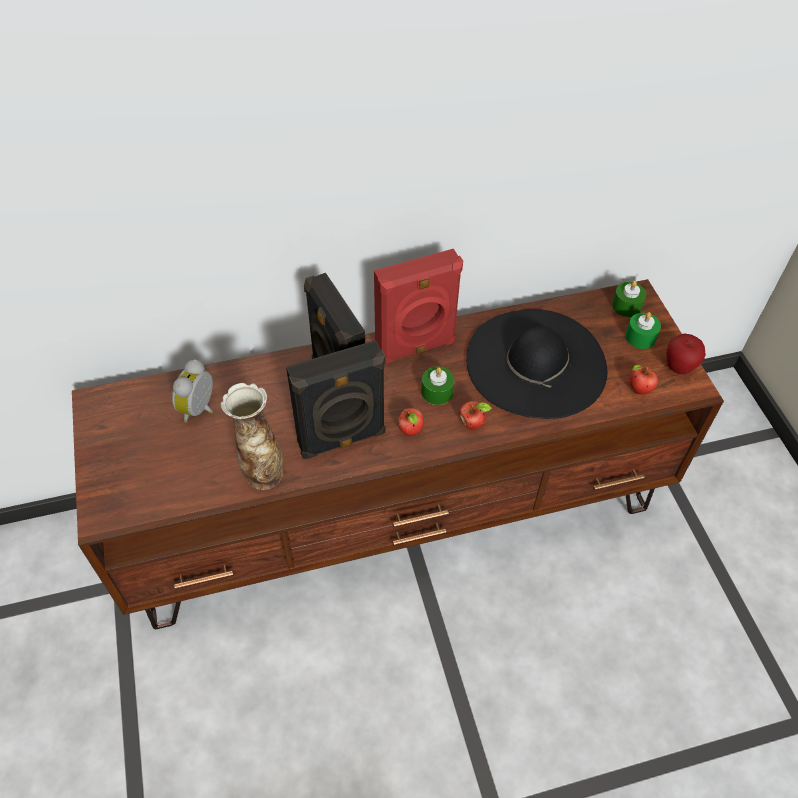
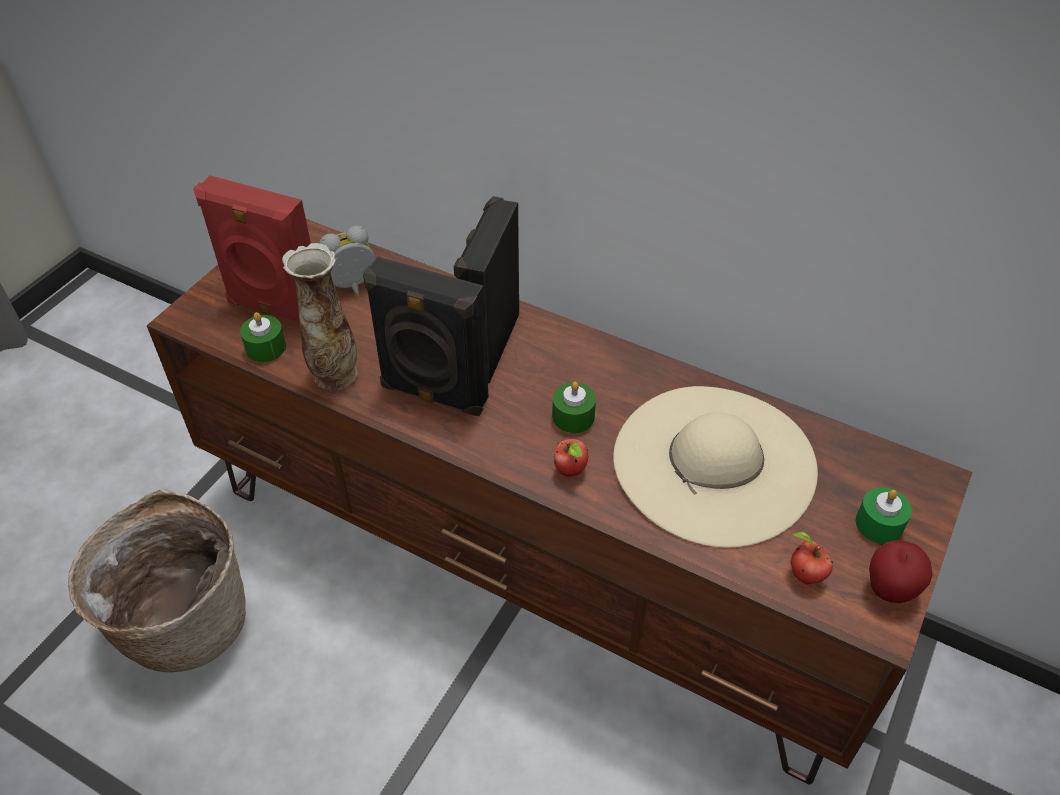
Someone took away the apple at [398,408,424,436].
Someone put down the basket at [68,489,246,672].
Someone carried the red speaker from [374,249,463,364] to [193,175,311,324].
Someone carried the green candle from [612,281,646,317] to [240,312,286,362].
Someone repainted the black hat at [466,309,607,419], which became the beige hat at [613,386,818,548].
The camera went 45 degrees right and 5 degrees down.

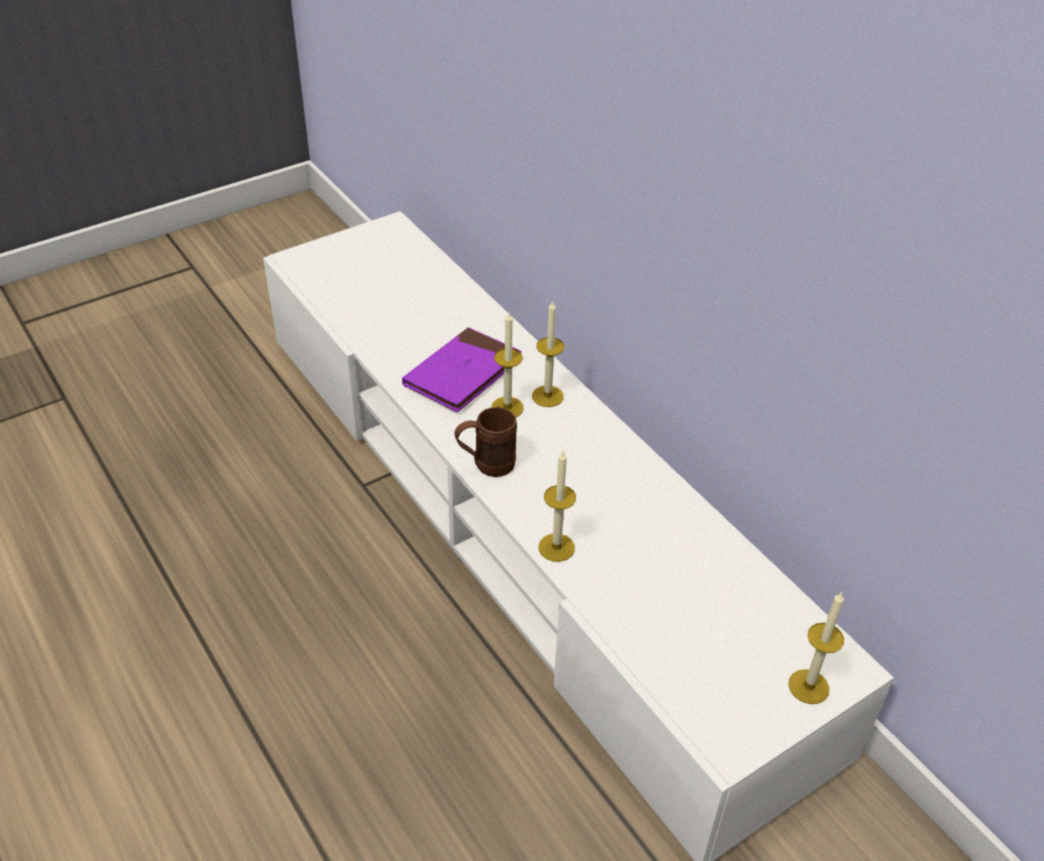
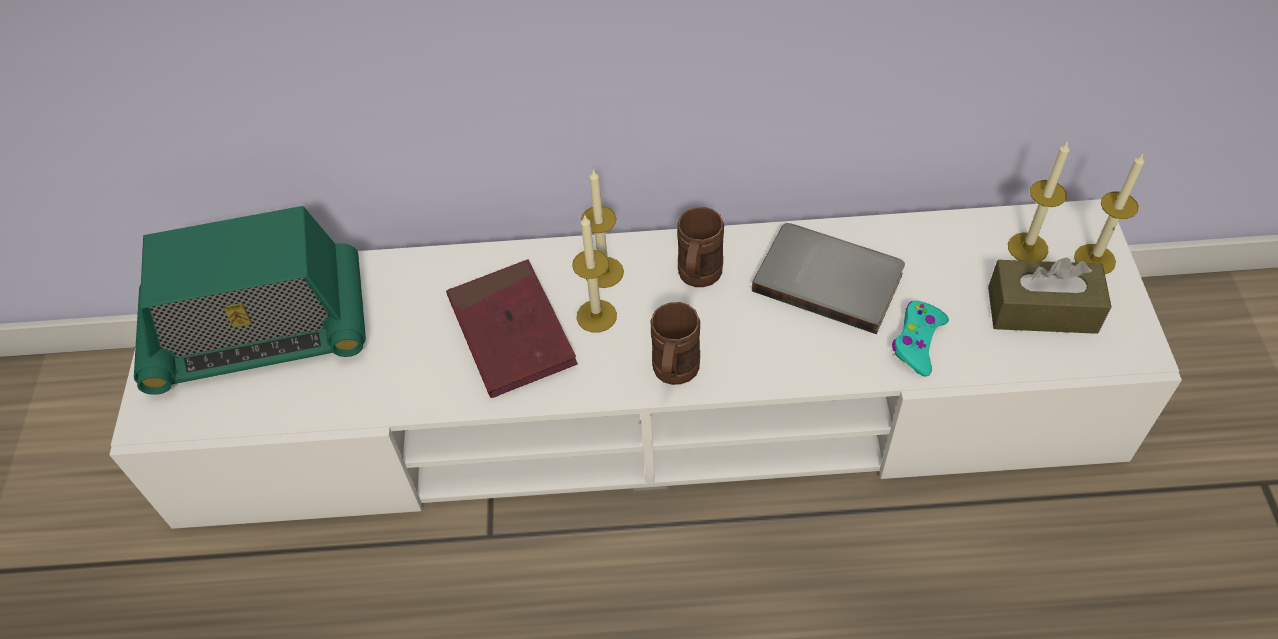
Someone put down the radio at [134,206,366,395].
Someone put down the brown mug at [677,207,724,287].
Someone put down the grey book at [752,223,905,334].
Someone put down the turquoise game controller at [892,301,949,377].
Someone put down the brown tissue box at [988,258,1111,334].
Someone carried the candle from [539,451,576,562] to [1008,141,1069,261].
Someone repainted the purple book at [402,327,522,412], which became the red book at [446,260,578,398].
The camera went 55 degrees left and 10 degrees up.

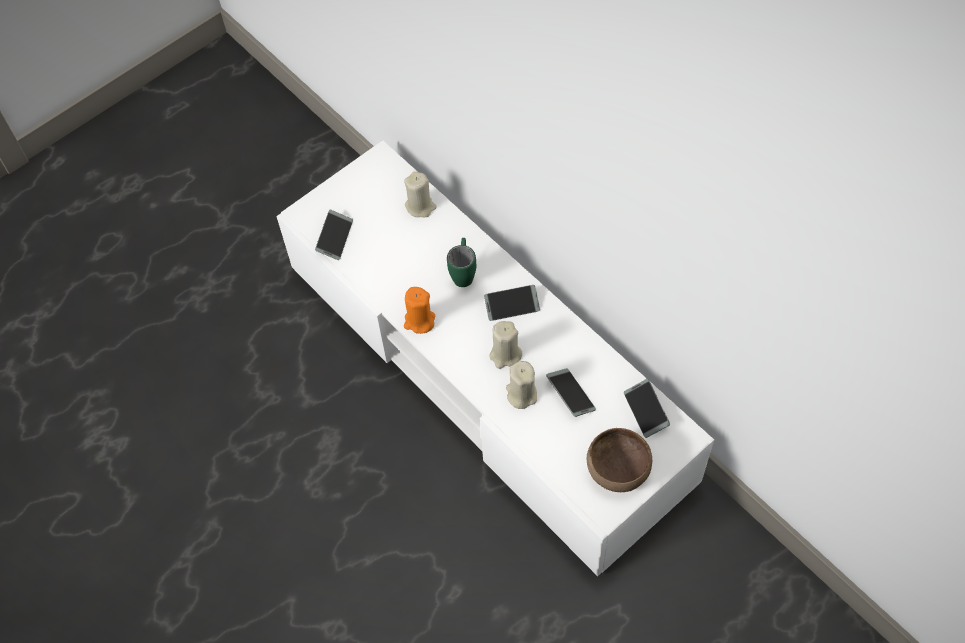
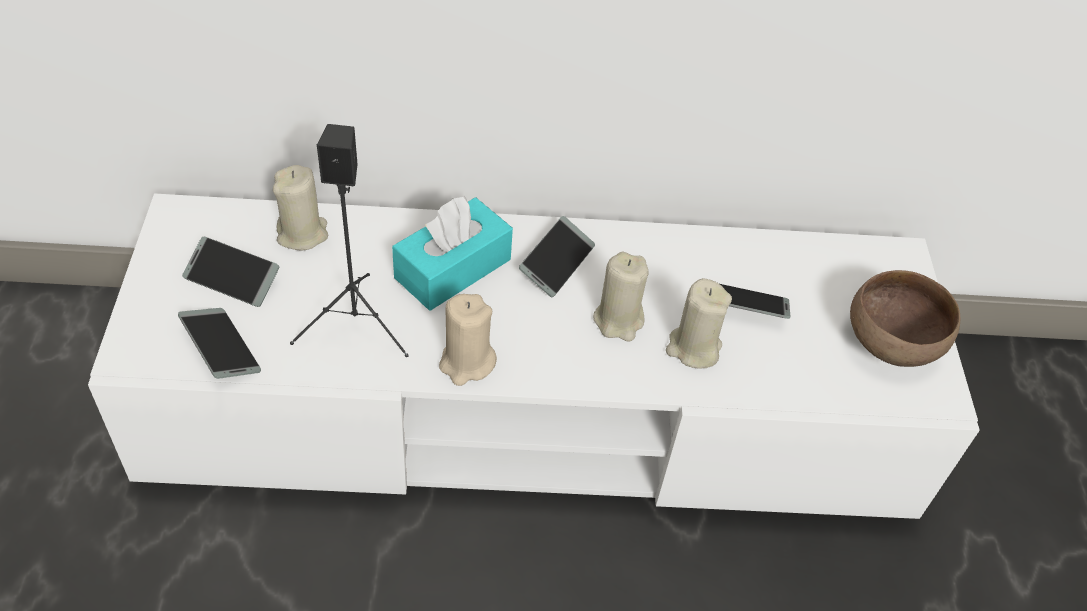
Someone put down the black speaker at [290,124,409,357].
Someone carried the phone from [624,379,670,438] to [182,237,280,307].
Someone swapped the green mug at [447,238,476,287] for the turquoise tissue box at [392,196,513,311].
Someone repainted the orange candle at [404,287,435,334], which became the beige candle at [439,294,497,386].
The camera went 55 degrees left and 10 degrees down.

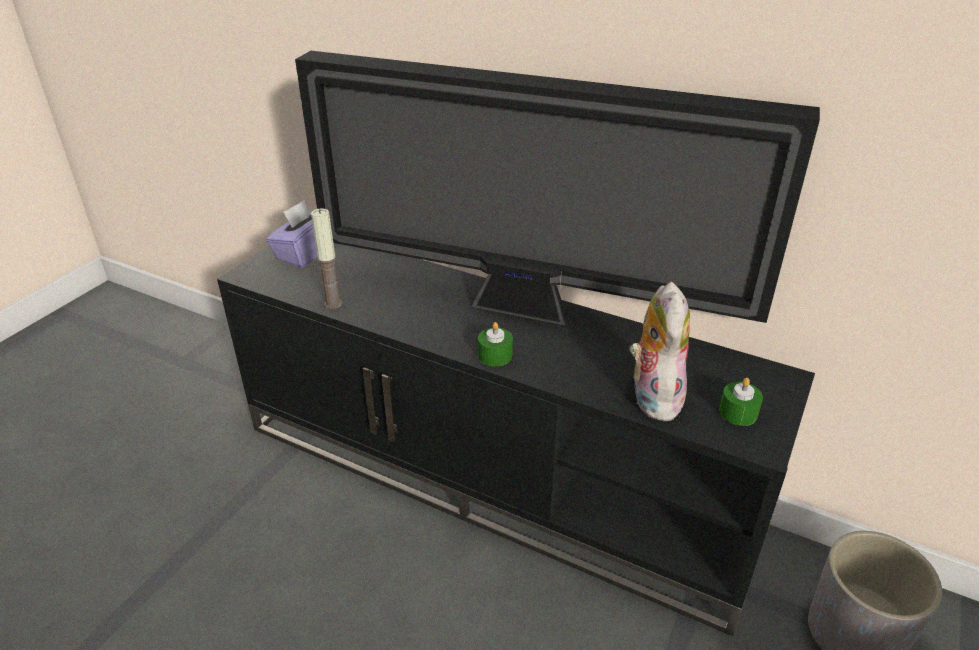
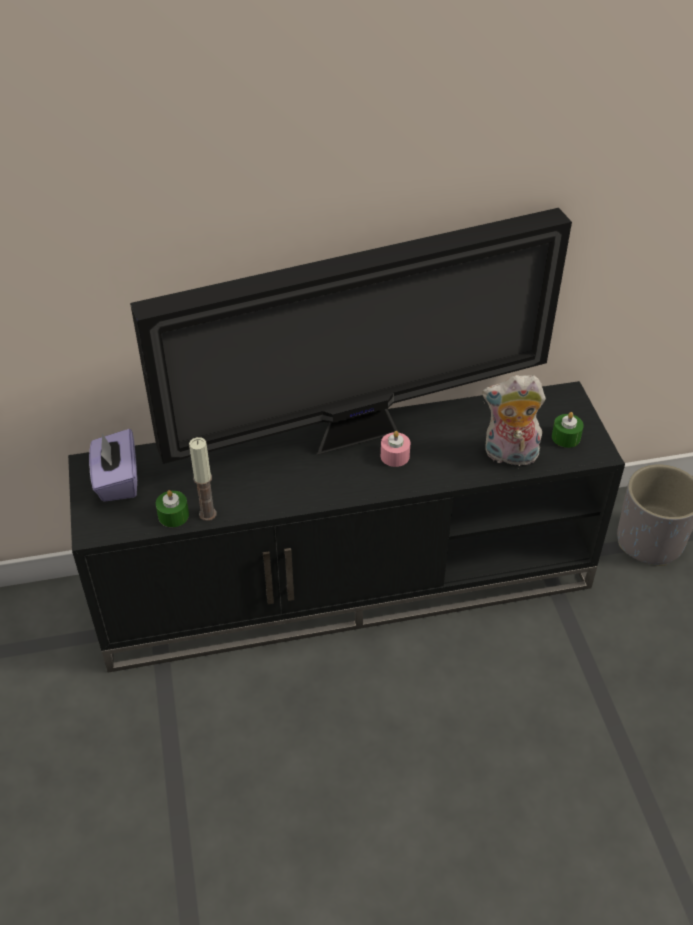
Someone put down the pink candle at [381,431,410,467].
Someone carried the green candle from [478,322,513,367] to [156,490,189,527].
Someone rotated the plush toy at [630,282,690,421] by 45 degrees counterclockwise.
The camera went 40 degrees left and 10 degrees up.

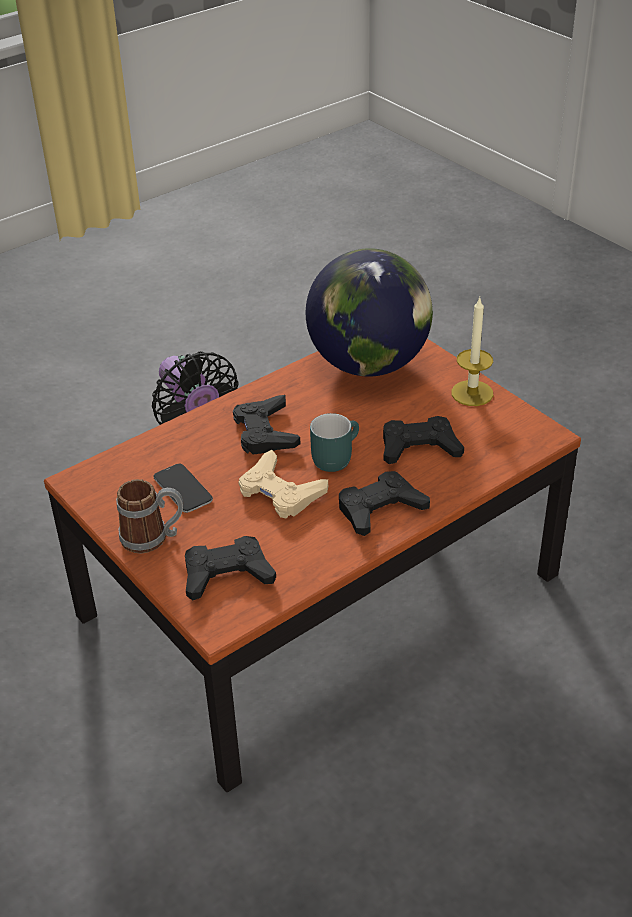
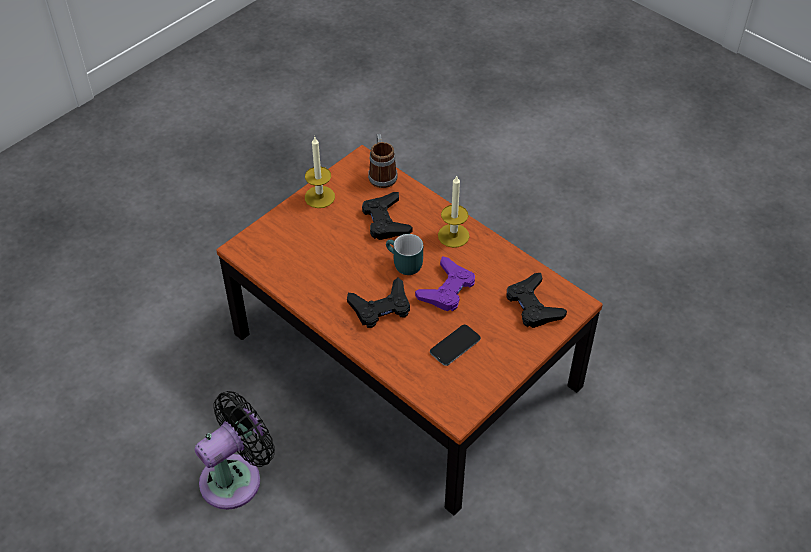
Someone took away the globe at [306,248,433,377].
Someone carried the mug from [116,479,183,553] to [368,134,398,188].
Someone swapped the black game controller at [339,471,430,536] for the candle at [438,175,469,248].
Someone repainted the beige game controller at [238,450,328,519], which became the purple game controller at [415,256,475,311].
The camera went 100 degrees left and 10 degrees up.

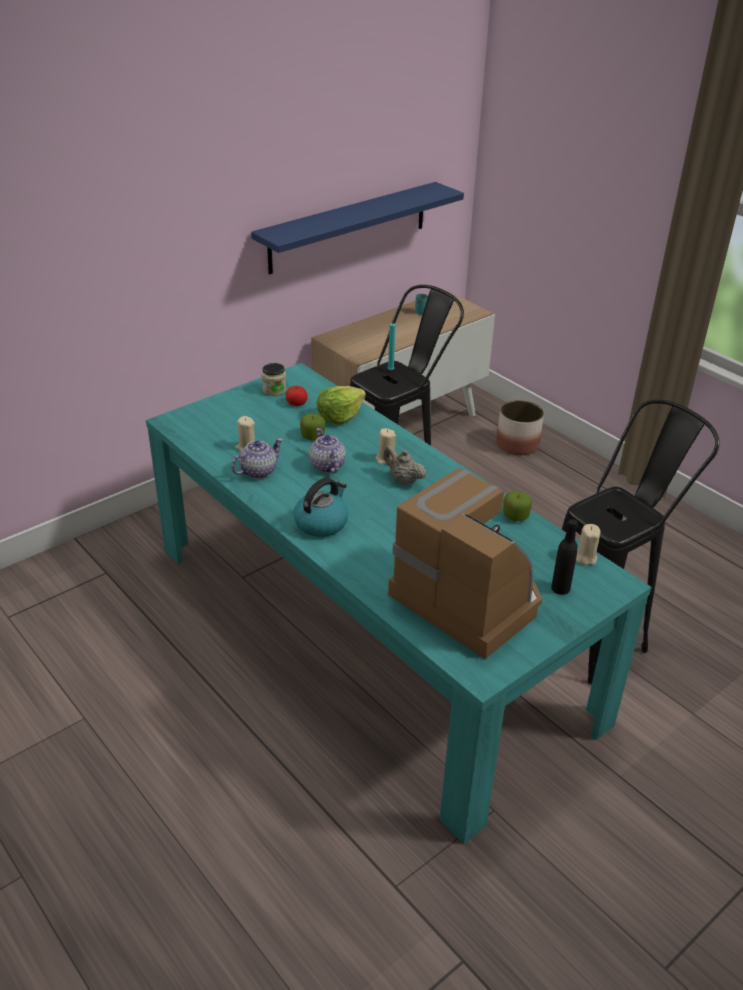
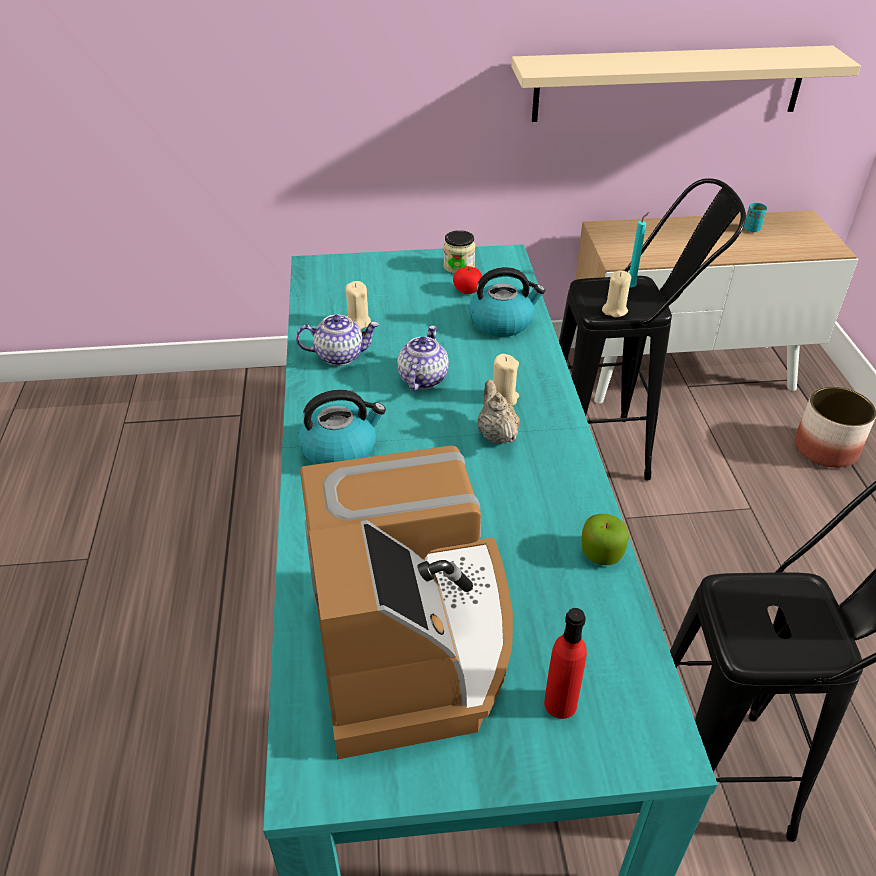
Someone took away the apple at [300,413,325,441].
Someone carried the beige candle from [576,524,600,565] to [602,270,631,317].
Someone swapped the lettuce at [317,386,366,425] for the kettle at [470,267,545,337].
Someone repainted the blue shelf at [251,182,464,275], which became the beige shelf at [511,46,861,122].
Someone repainted the black bottle at [551,519,578,595], which became the red bottle at [544,608,587,719].
The camera went 35 degrees right and 5 degrees up.

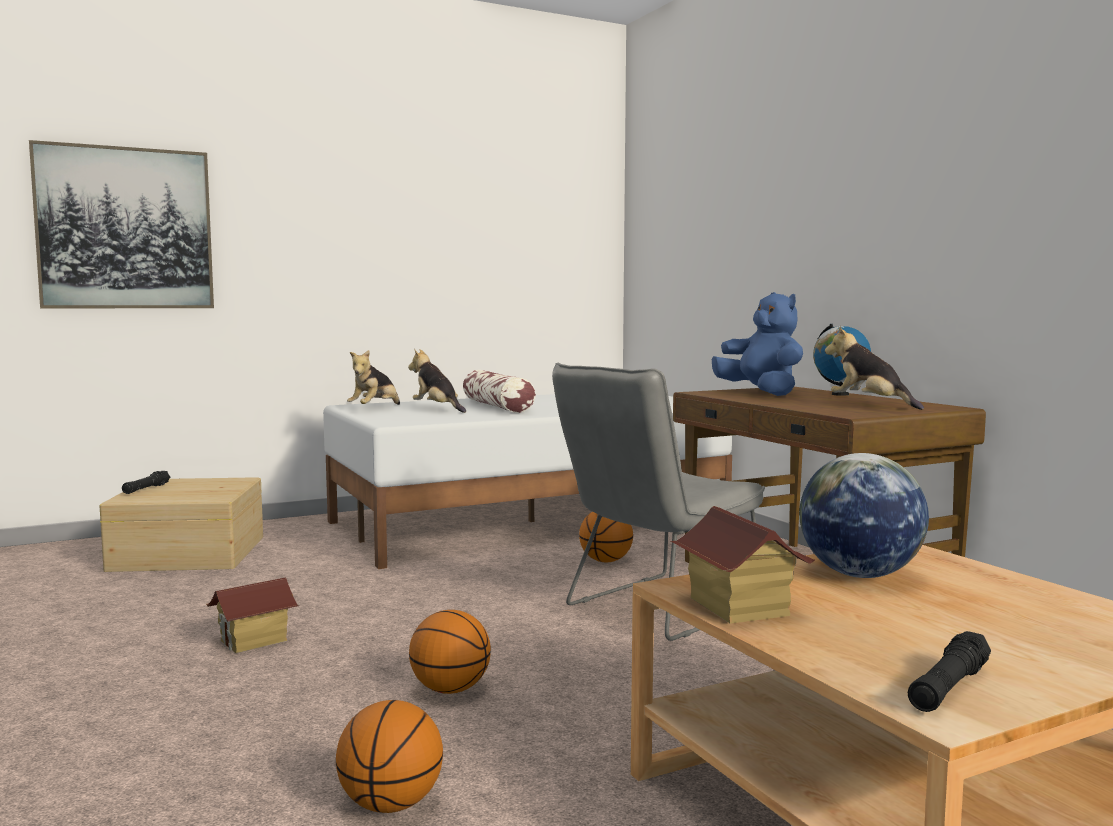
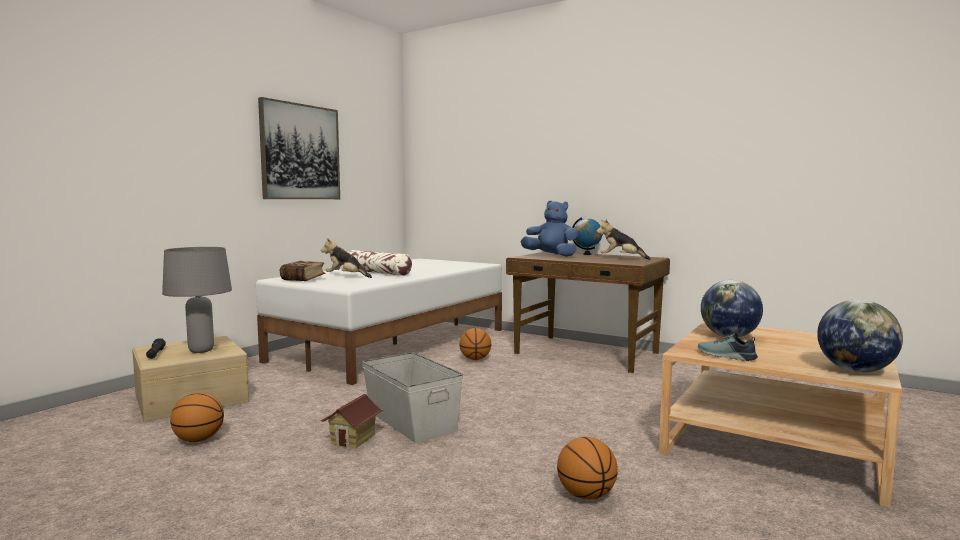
Someone took away the grey chair at [552,363,765,641].
Someone put down the grey table lamp at [162,247,232,353].
Someone put down the grey storage box at [362,352,463,443].
Someone carried the picture from [29,140,214,308] to [258,97,340,199].
Someone carried the basketball from [409,610,491,694] to [170,393,224,442].
Someone swapped the plush toy at [347,350,400,405] for the book at [280,261,326,281].
Someone swapped the toy house at [671,506,815,624] for the shoe at [698,331,758,361].
Someone swapped the black flashlight at [908,631,991,712] for the globe at [817,300,903,373].
The camera went 30 degrees left and 0 degrees up.

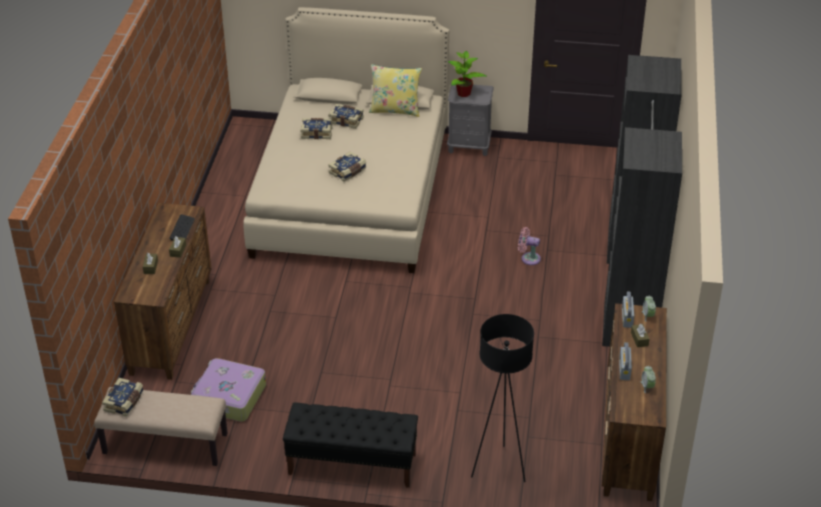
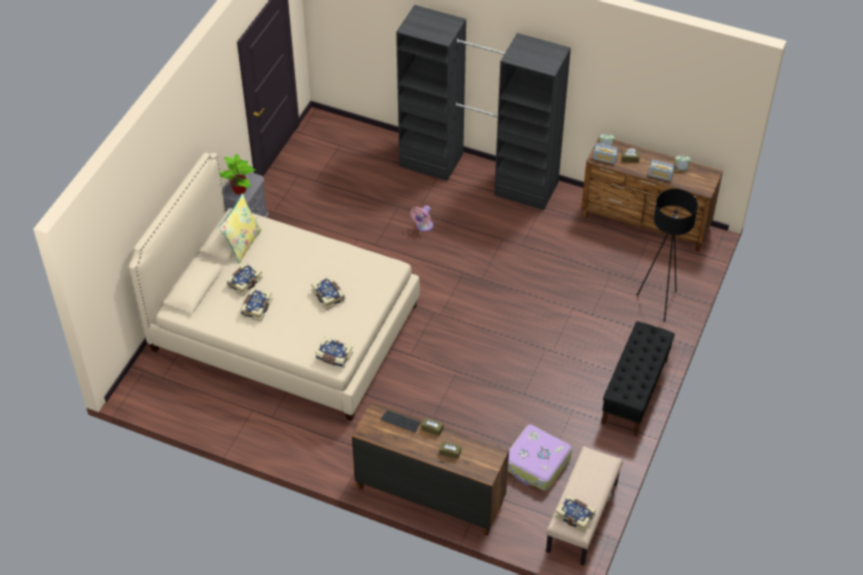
Someone put down the book at [315,337,353,368].
The camera went 75 degrees left and 10 degrees up.

